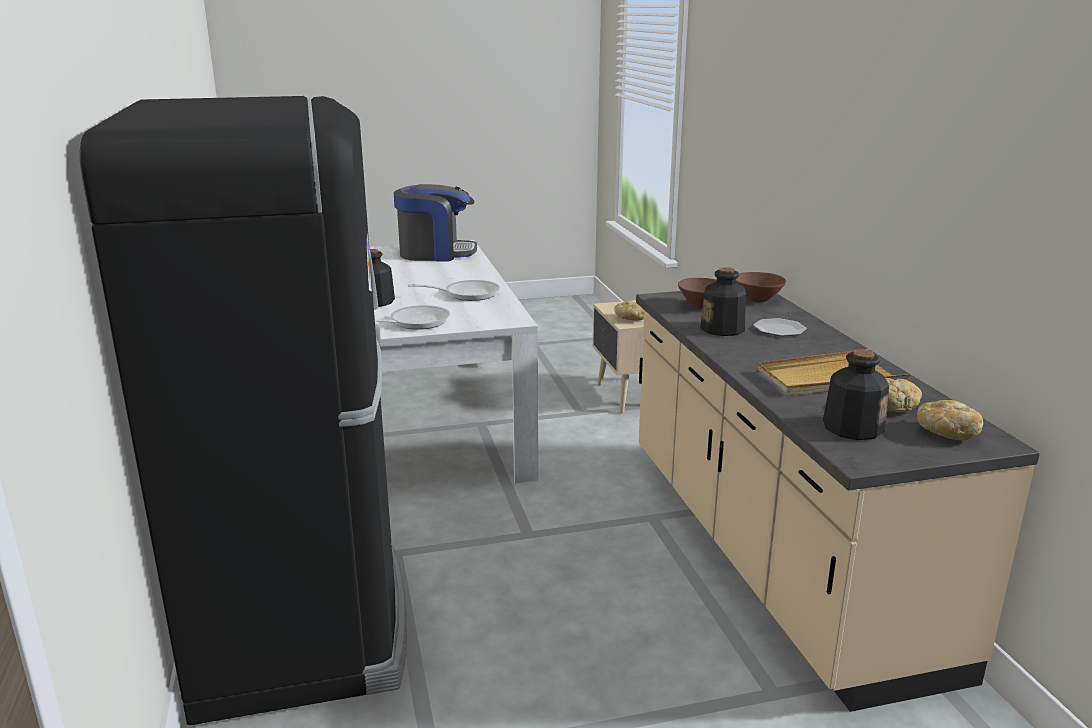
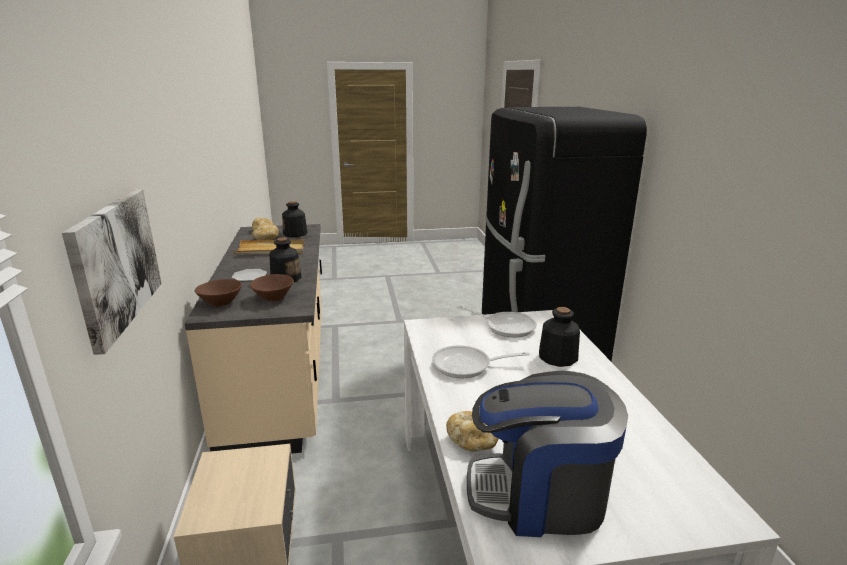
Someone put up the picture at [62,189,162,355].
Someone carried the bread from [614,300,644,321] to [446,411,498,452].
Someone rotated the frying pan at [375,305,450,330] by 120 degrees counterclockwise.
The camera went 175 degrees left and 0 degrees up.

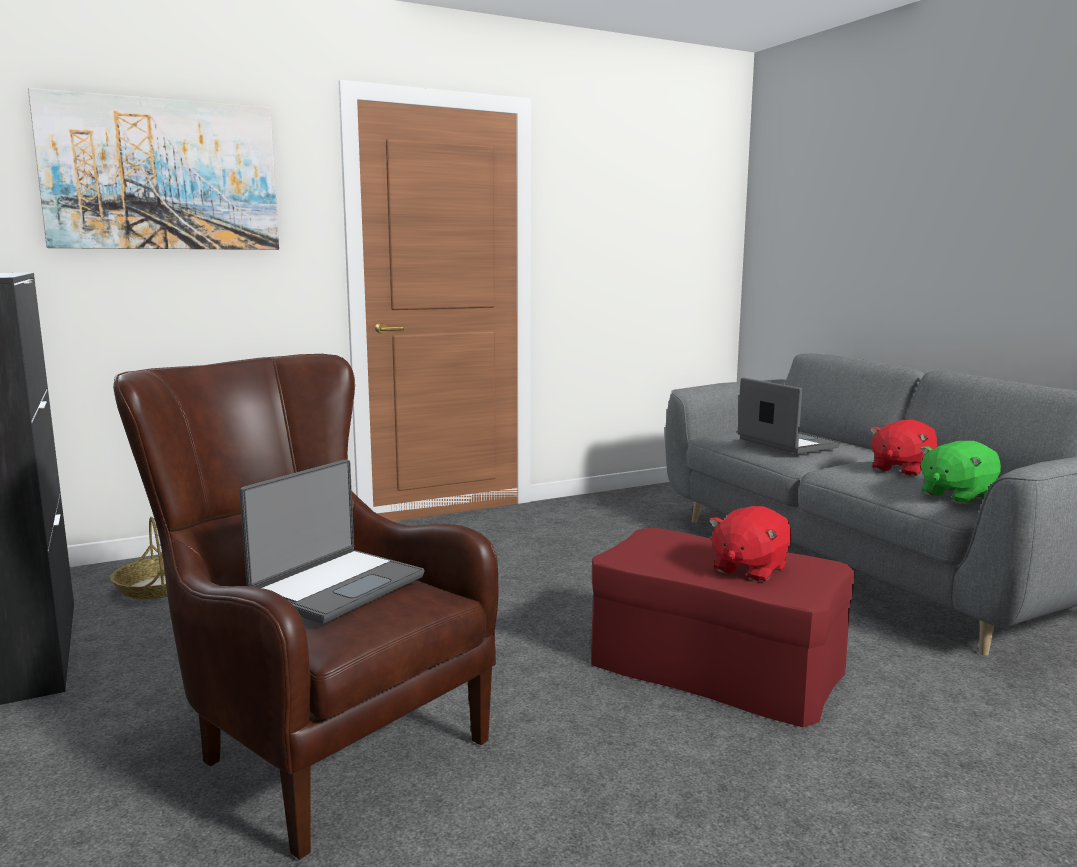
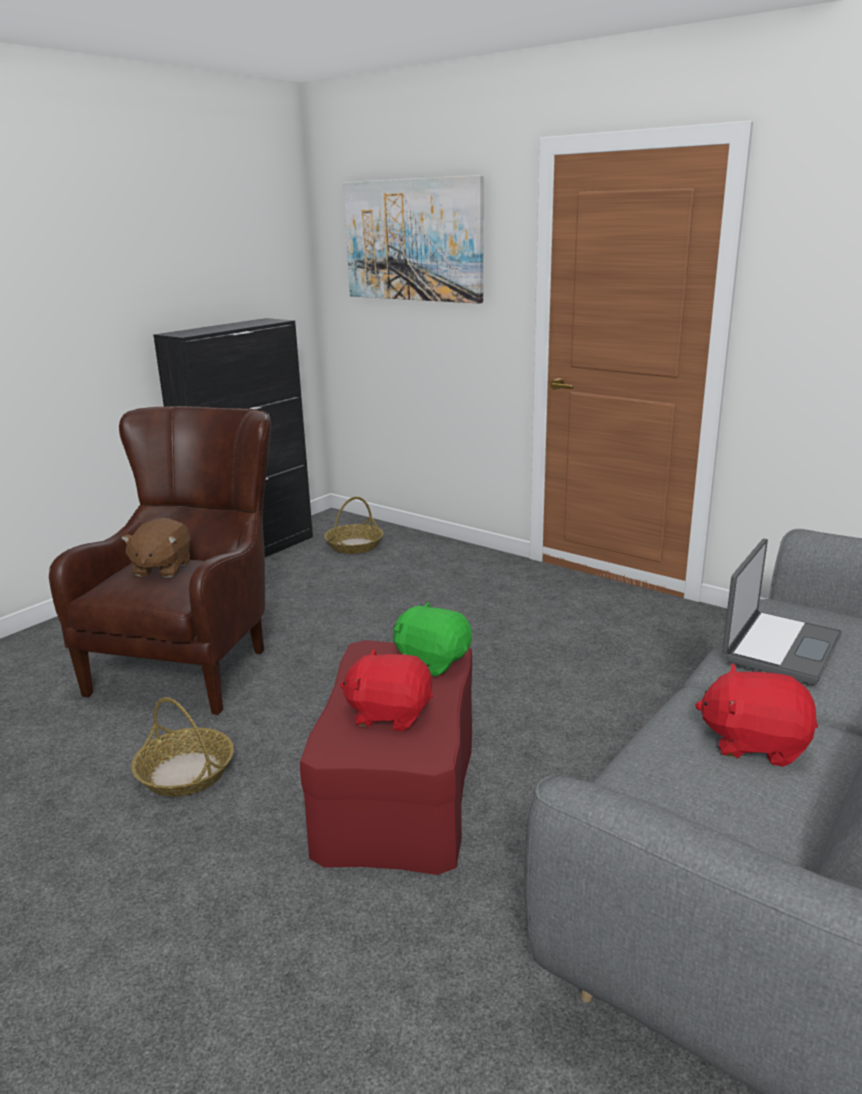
Someone put down the basket at [131,697,234,797].
Someone carried the green plush toy from [920,441,1001,504] to [393,602,472,677].
Someone swapped the laptop at [239,459,424,624] for the brown plush toy at [121,518,191,578].
The camera went 65 degrees right and 10 degrees up.

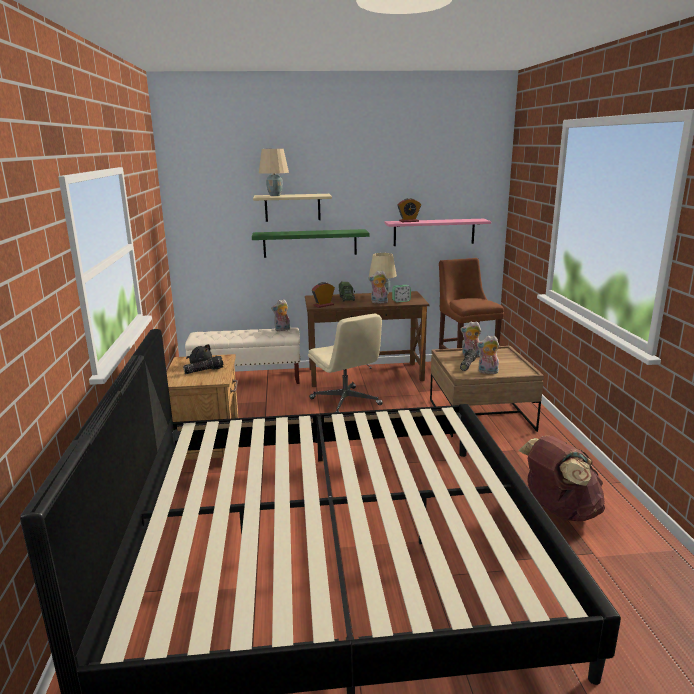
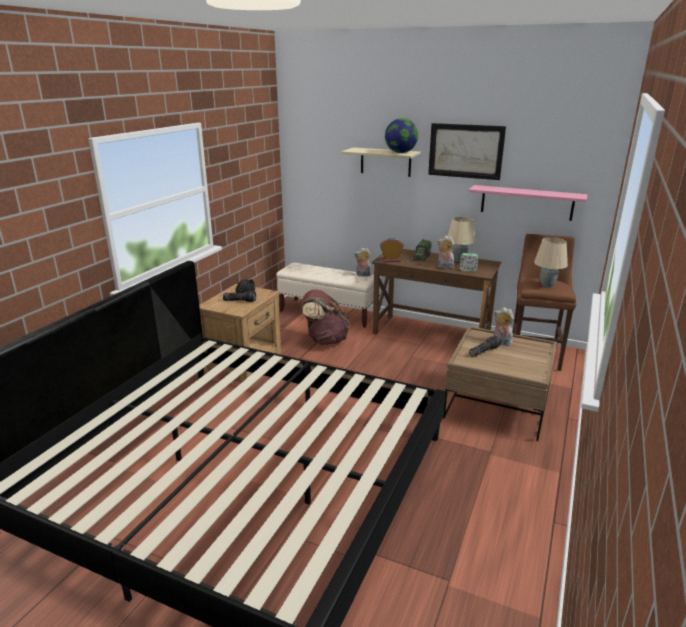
Someone took away the green shelf at [252,229,369,258].
Someone took away the beige office chair at [308,314,383,412].
Someone took away the alarm clock at [398,198,421,222].
Someone took away the plush toy at [477,336,499,374].
Someone put down the globe at [385,118,418,153].
Someone put up the picture at [428,123,506,180].
Someone carried the beige table lamp from [259,149,289,196] to [534,237,568,288].
Someone carried the brown backpack from [518,436,605,521] to [301,290,350,345].
The camera went 30 degrees right and 5 degrees up.

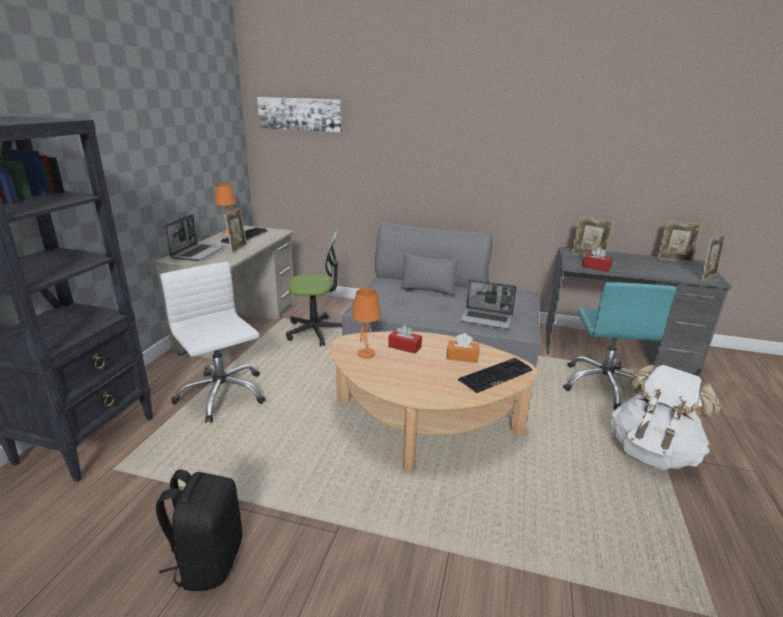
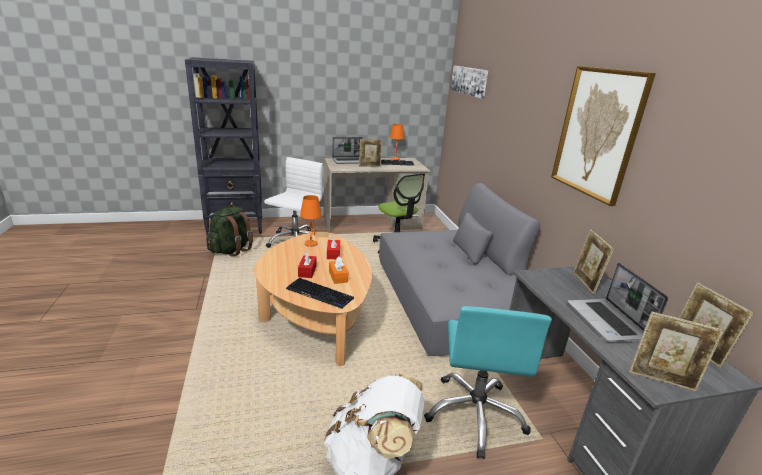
Someone took away the black backpack at [156,470,242,591].
Someone put down the green backpack at [206,206,253,257].
Someone put up the picture at [551,66,656,206].
Someone carried the laptop from [460,279,517,329] to [568,263,668,342].
Someone carried the red tissue box from [582,247,613,272] to [298,252,317,278].
Someone rotated the turquoise office chair at [563,282,677,410] by 60 degrees counterclockwise.
The camera went 60 degrees right and 0 degrees up.

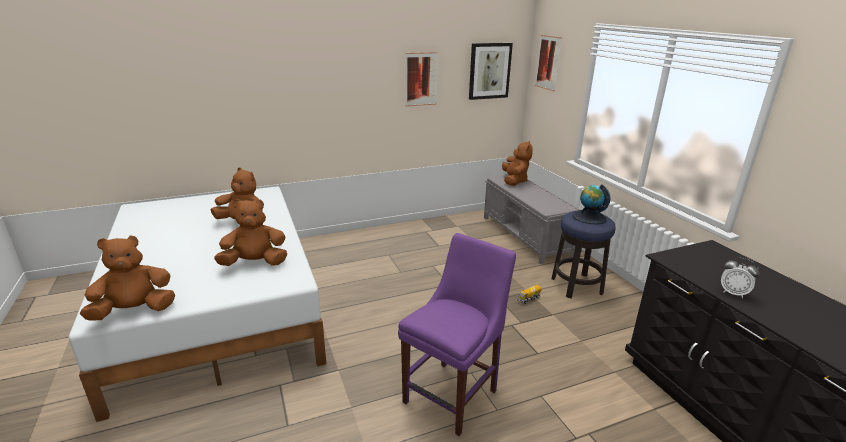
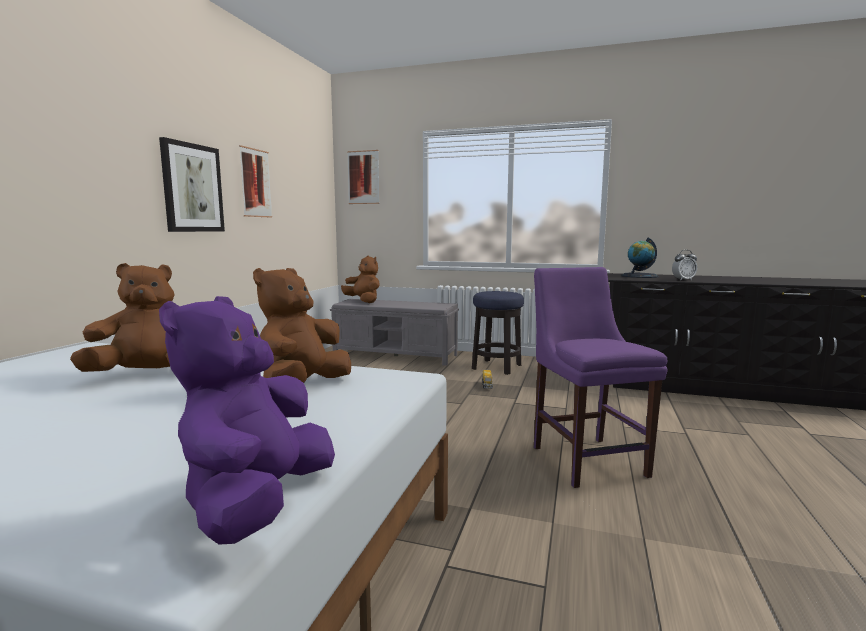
Someone carried the picture from [469,43,513,100] to [159,137,225,232].
Someone carried the globe from [572,184,610,224] to [621,238,659,278].
Someone repainted the brown plush toy at [80,235,175,321], which became the purple plush toy at [159,296,335,545].
The camera went 50 degrees left and 15 degrees down.

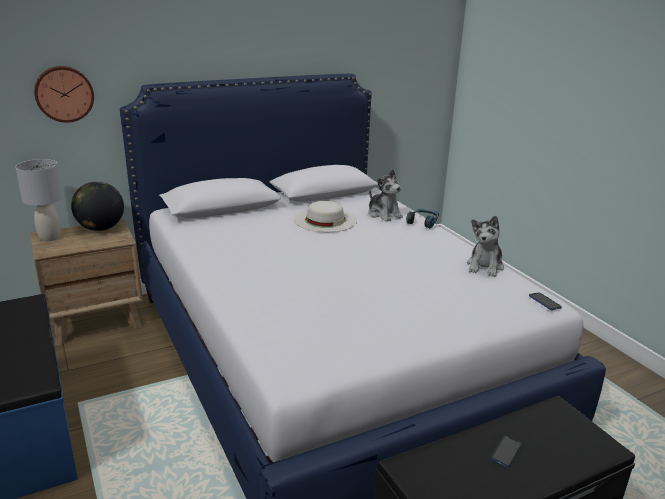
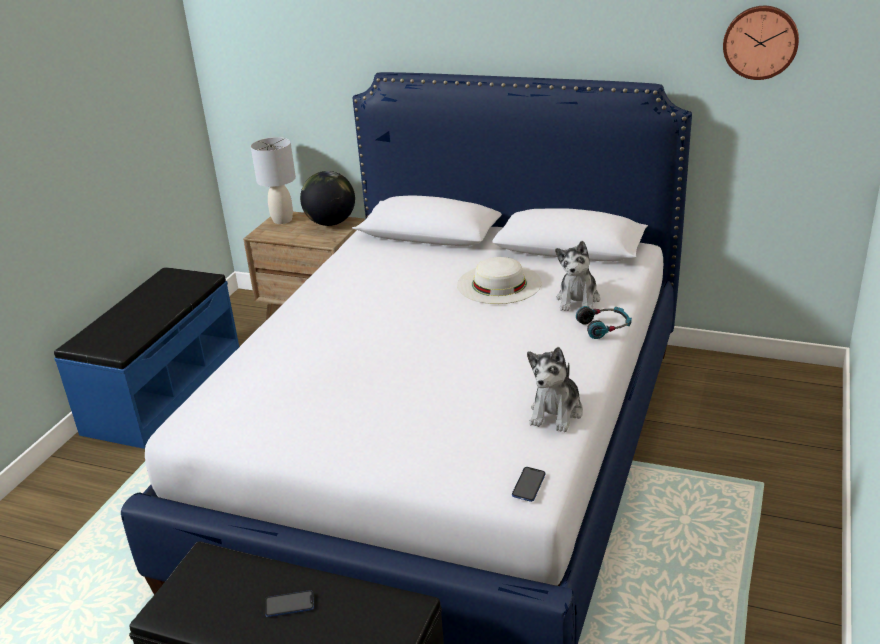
Someone carried the wall clock from [34,66,94,123] to [723,6,799,80].
Someone rotated the plush toy at [467,216,504,277] by 45 degrees counterclockwise.
The camera went 50 degrees right and 5 degrees up.

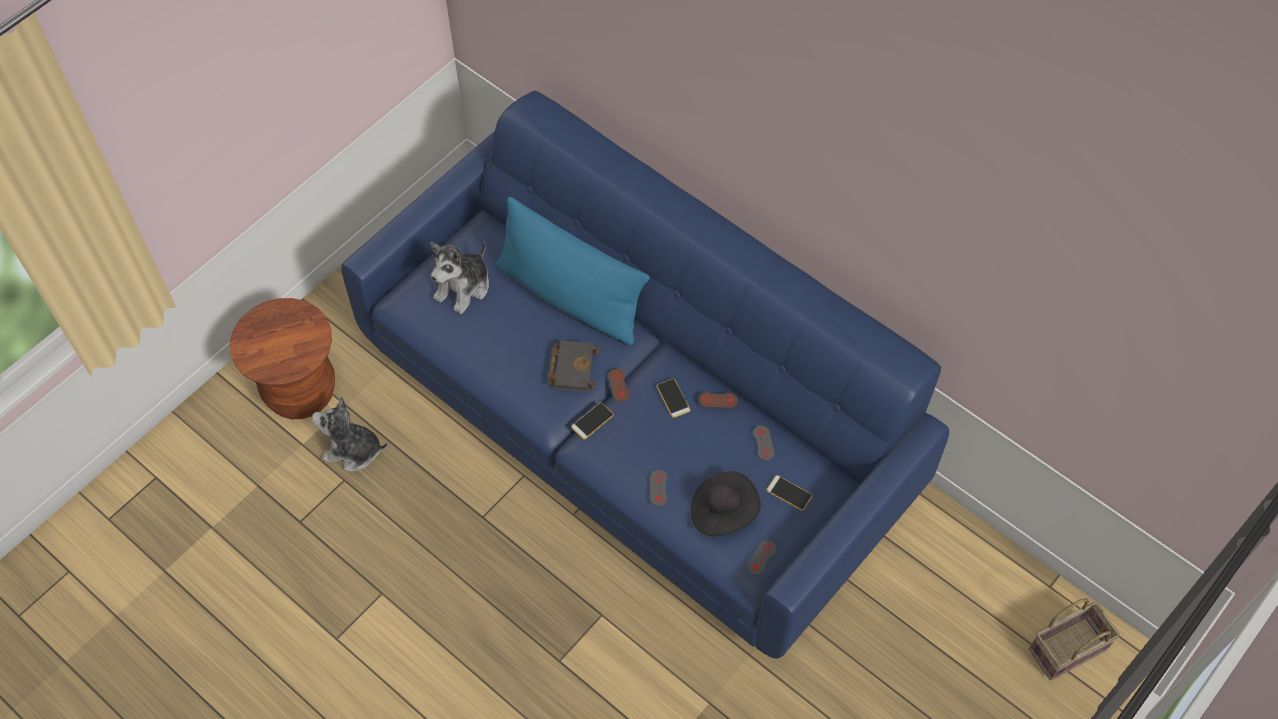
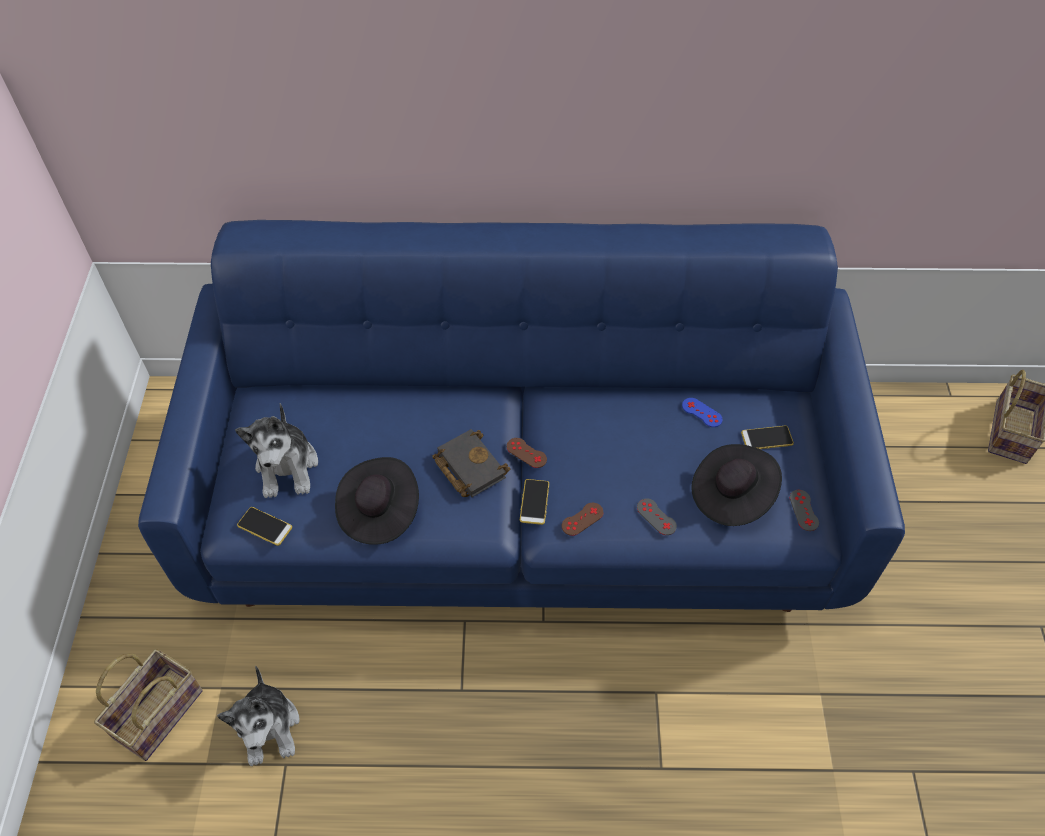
Someone took away the blue pillow at [496,197,650,346].
Someone put down the black hat at [335,457,419,545].
Someone carried the phone from [656,379,690,418] to [237,507,292,546].
Someone carried the brown game controller from [699,392,738,408] to [562,503,603,536].
Someone swapped the brown stool at [230,298,335,419] for the basket at [94,649,203,761].
Someone repainted the grey game controller at [753,426,775,461], which became the blue game controller at [682,398,722,427].
Someone rotated the plush toy at [312,396,388,471] by 75 degrees counterclockwise.
The camera went 40 degrees left and 5 degrees down.

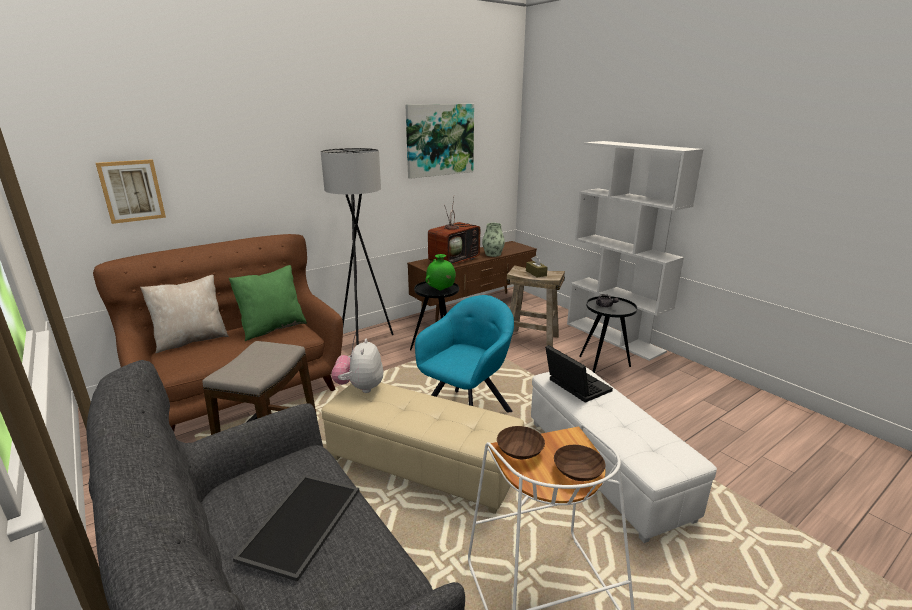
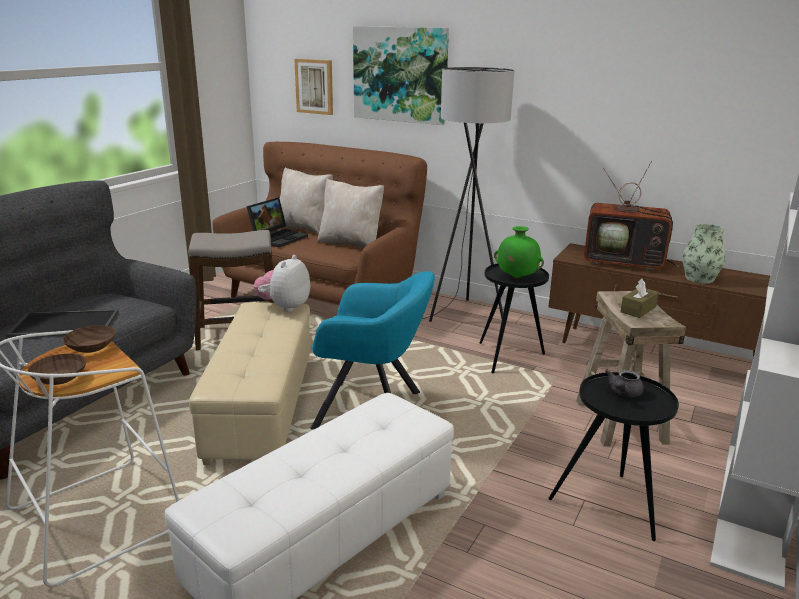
Someone carried the picture from [405,104,474,179] to [353,26,449,125].
Someone carried the laptop from [545,345,613,403] to [247,197,308,248].
Someone repainted the green pillow at [229,265,307,341], which became the beige pillow at [317,179,384,248].
Someone rotated the plush toy at [331,339,383,393] by 45 degrees counterclockwise.
The camera went 65 degrees right and 0 degrees up.

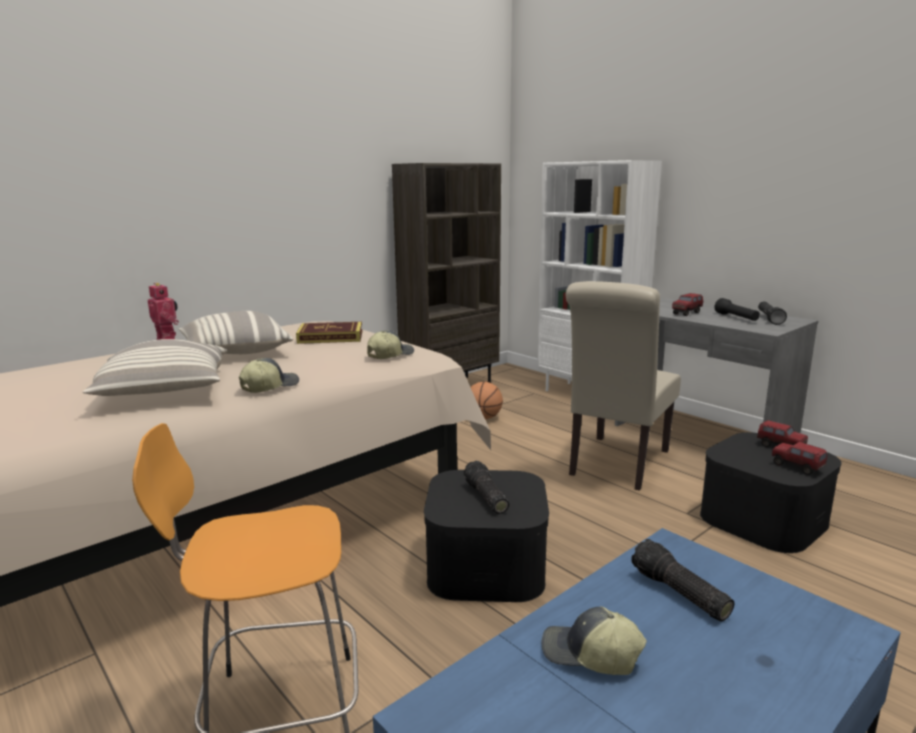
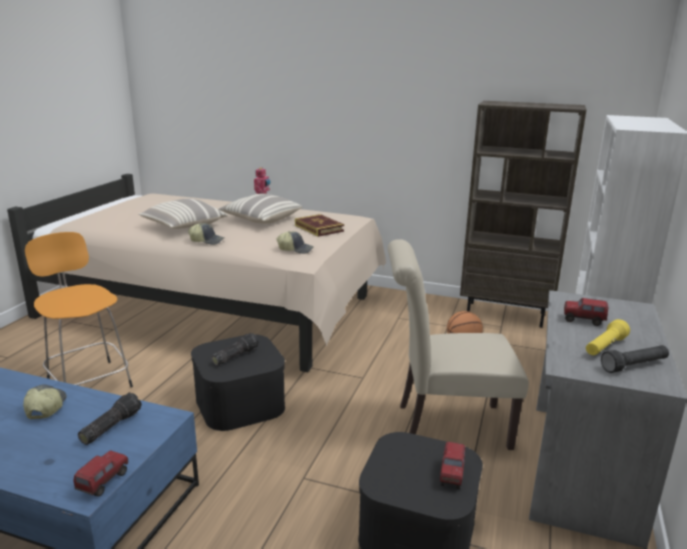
Someone carried the toy truck from [772,442,827,475] to [73,451,128,497].
Someone repainted the black flashlight at [714,298,760,321], which became the yellow flashlight at [586,319,630,355].
The camera went 60 degrees right and 5 degrees up.

